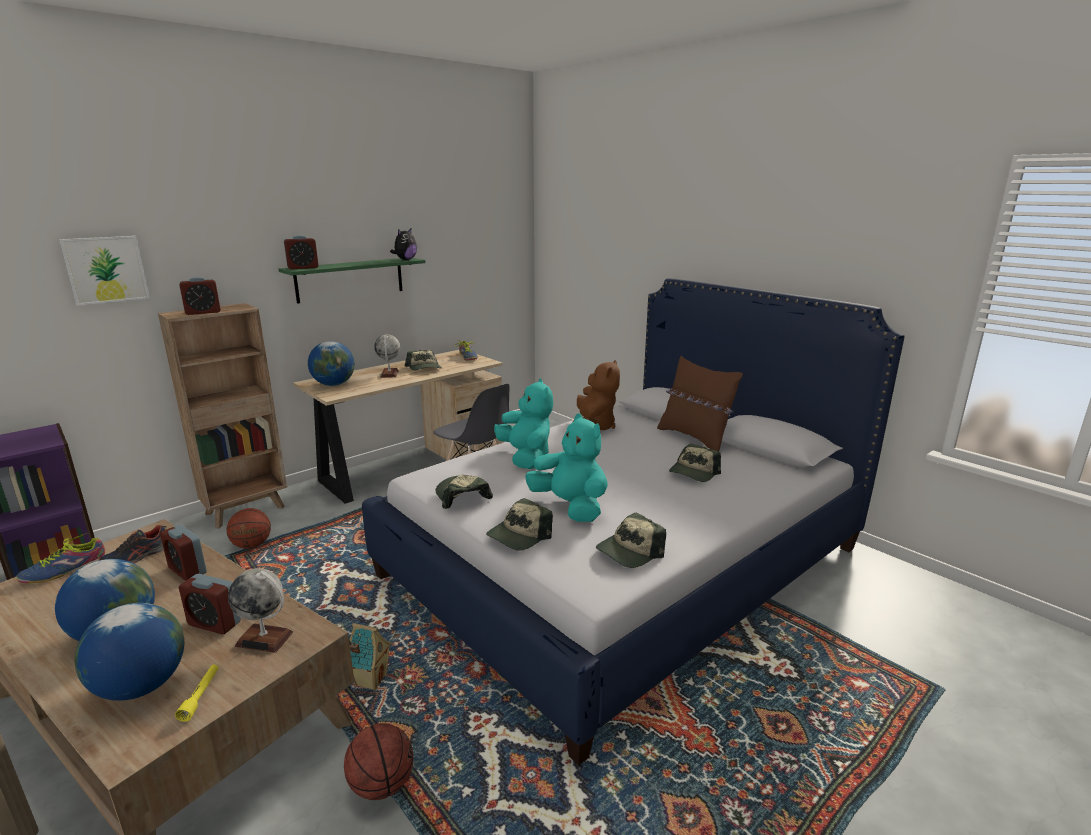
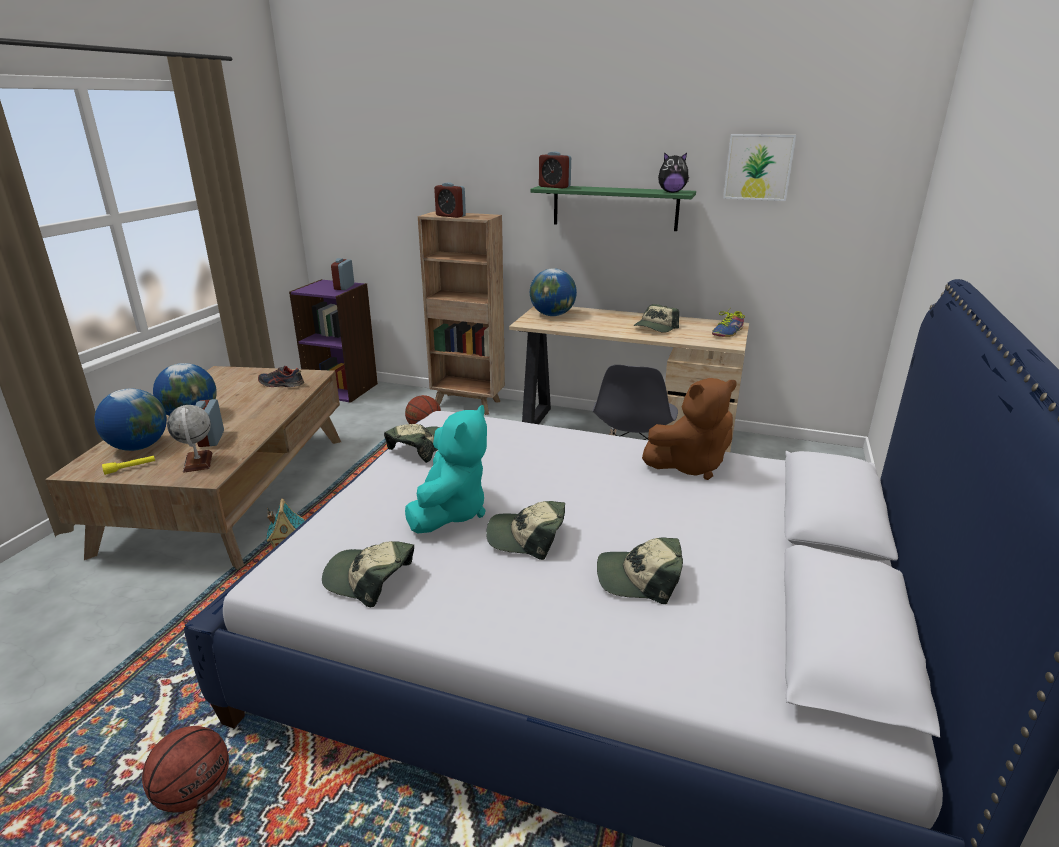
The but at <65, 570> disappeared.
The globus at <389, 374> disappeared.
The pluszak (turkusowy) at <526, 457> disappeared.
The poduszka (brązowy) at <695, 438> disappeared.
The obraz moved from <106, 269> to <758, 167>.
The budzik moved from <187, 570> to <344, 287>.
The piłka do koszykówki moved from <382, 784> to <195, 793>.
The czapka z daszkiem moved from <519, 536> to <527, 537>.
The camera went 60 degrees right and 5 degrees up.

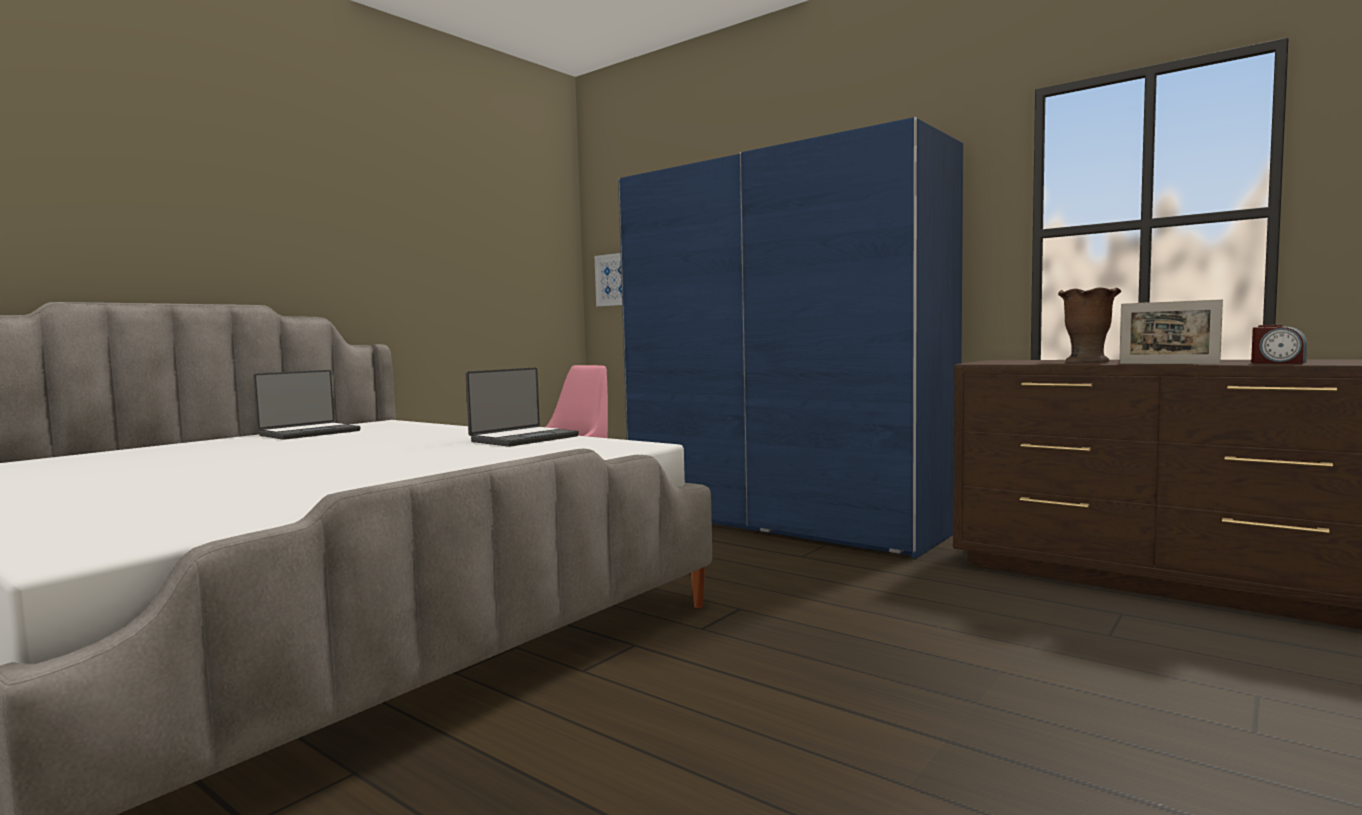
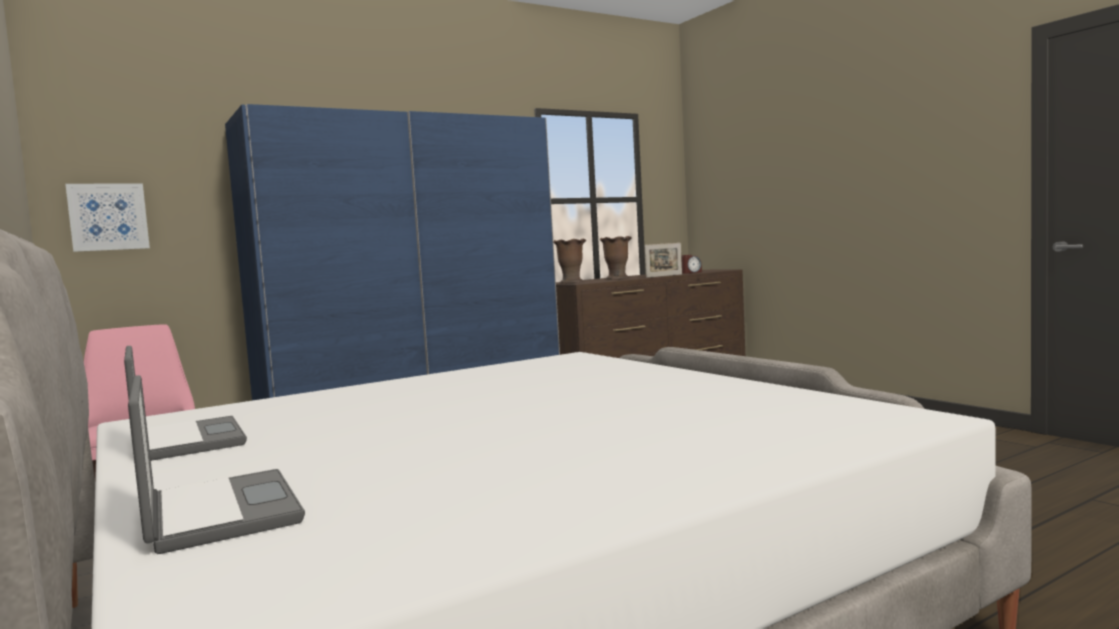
The wazon (brązowy) at <571, 282> appeared.
The laptop moved from <523, 439> to <217, 513>.
The camera went 70 degrees left and 0 degrees up.

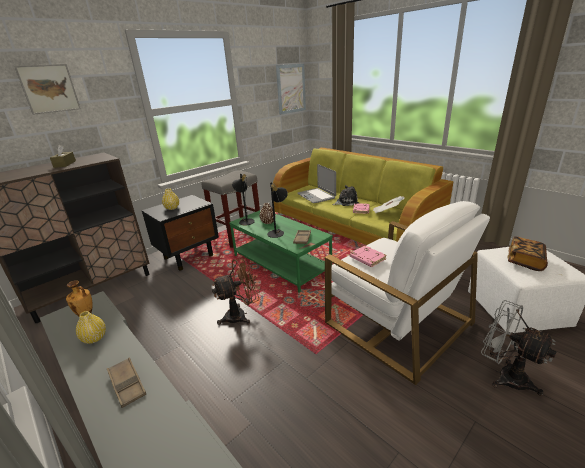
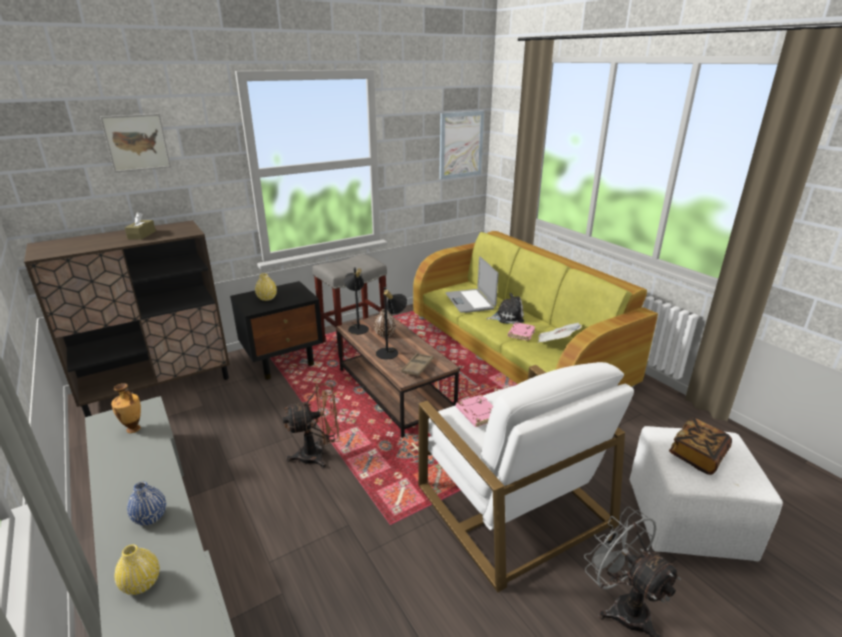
The wazon (żółty) moved from <94, 338> to <141, 583>.
The taca (brązowy) at <127, 384> was replaced by the wazon (niebieski) at <150, 517>.
The ława (zielony) at <281, 263> became the ława (brązowy) at <395, 392>.
The camera went 10 degrees right and 0 degrees up.

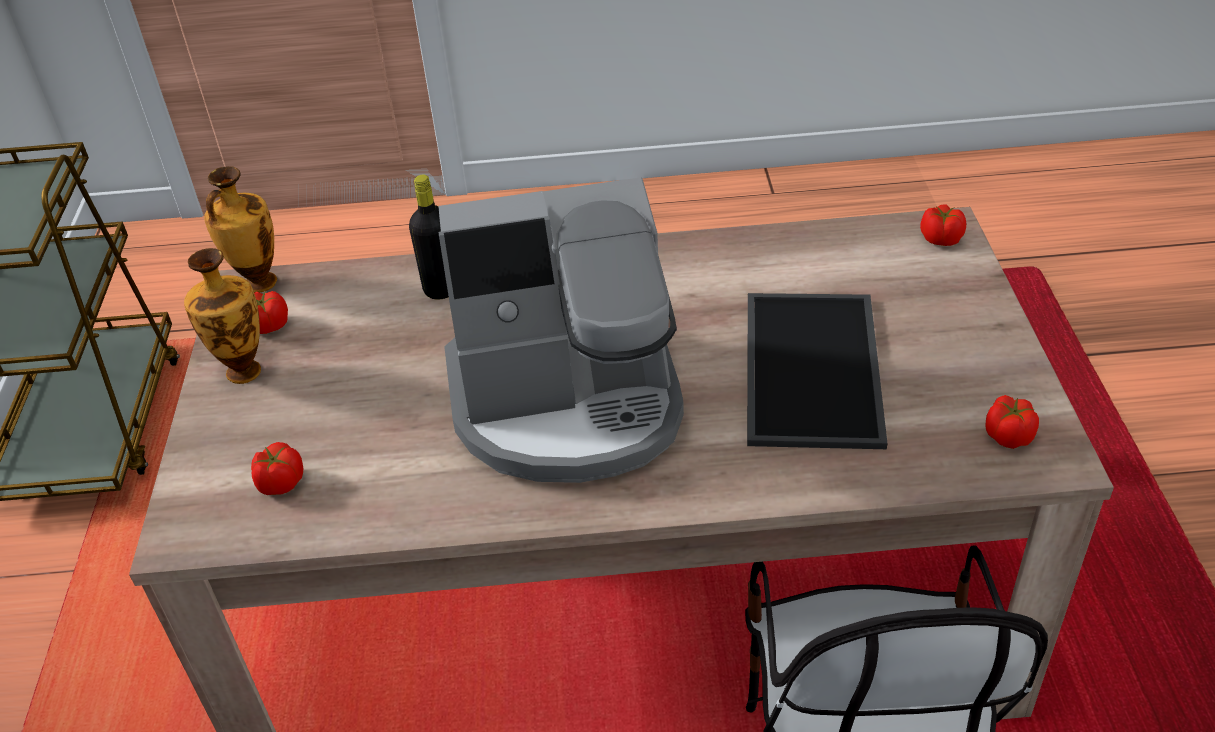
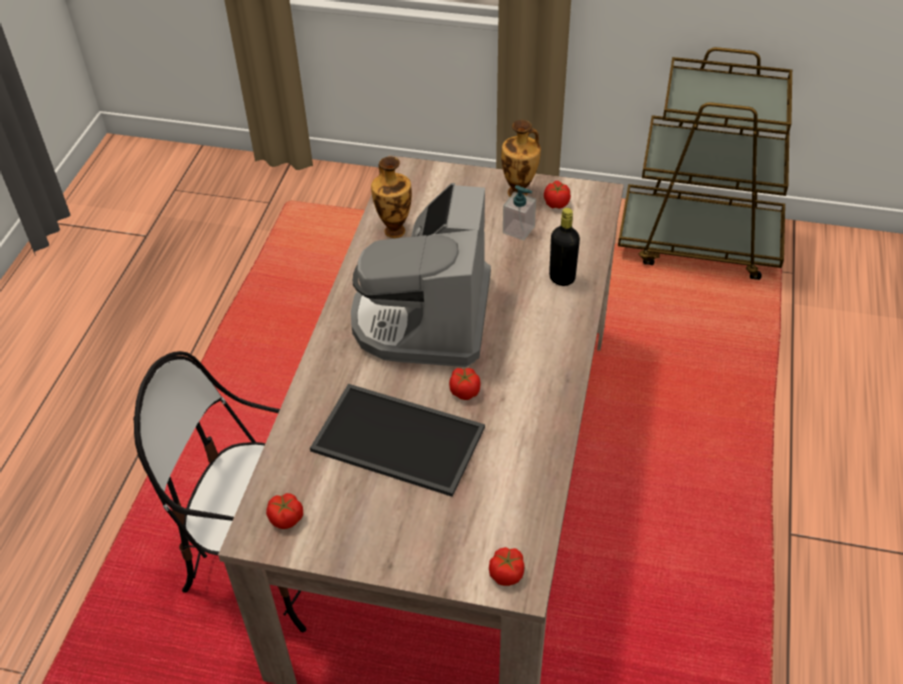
The dozownik mydła at <519, 230> appeared.
The wazon moved from <258, 283> to <394, 230>.
The pomidor moved from <281, 483> to <464, 391>.
The camera went 105 degrees right and 5 degrees up.

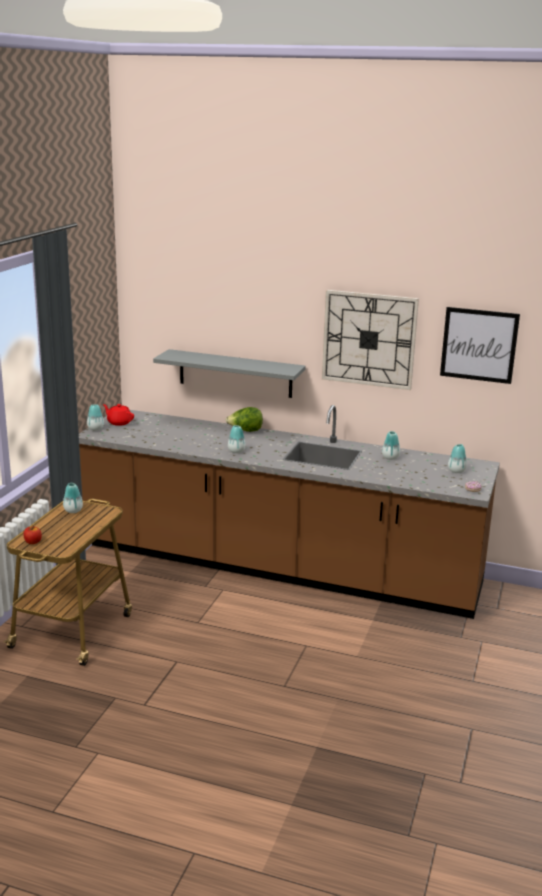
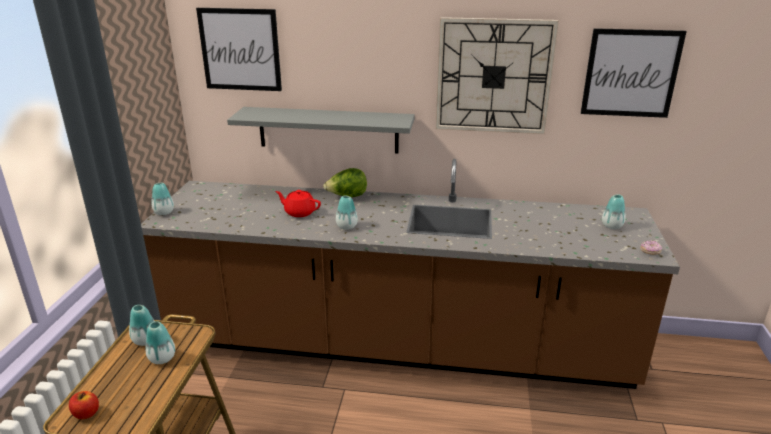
The obraz at <240, 50> appeared.
The imbryk (czerwony) moved from <119, 422> to <299, 212>.
The wazon moved from <390, 458> to <162, 358>.
The camera went 10 degrees left and 5 degrees up.

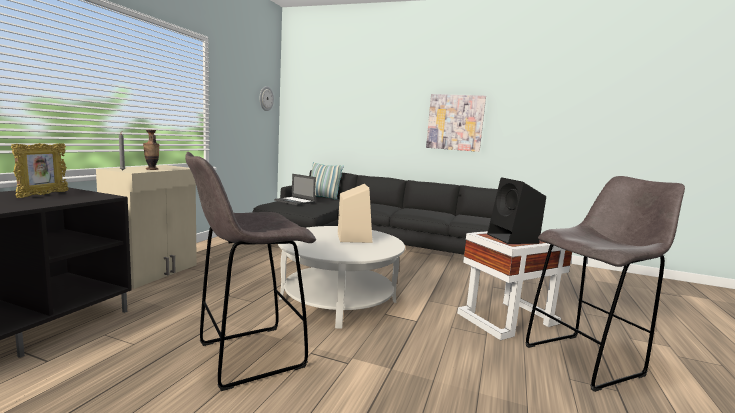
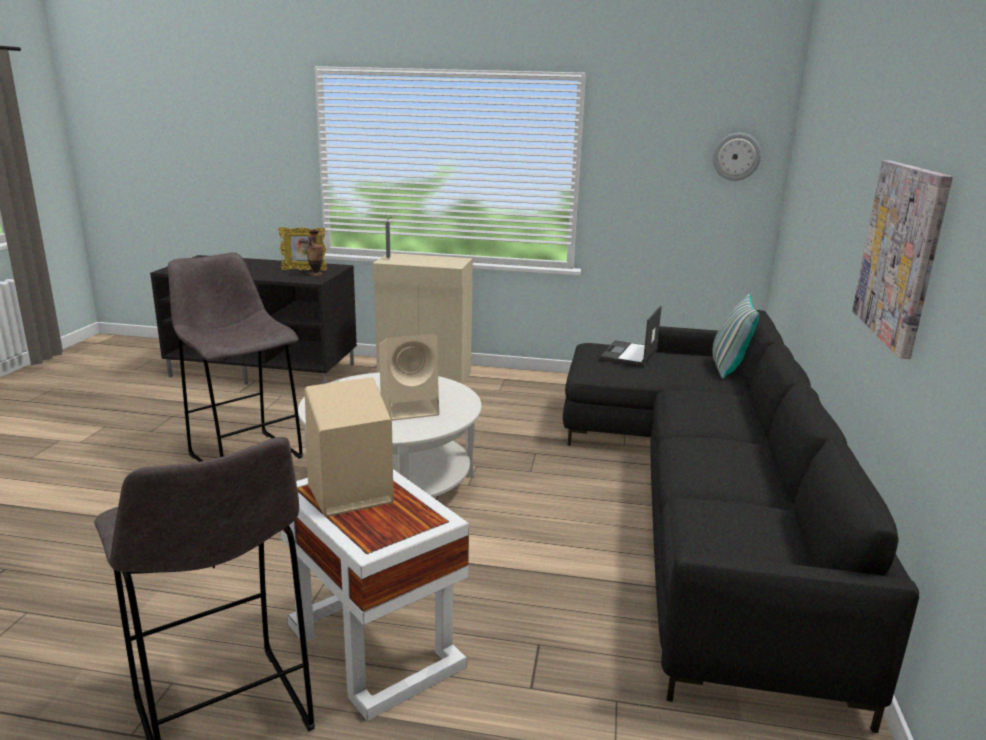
The wazon moved from <152, 169> to <315, 274>.
The głośnik (czarny) at <513, 239> became the głośnik (beżowy) at <347, 494>.
The camera went 80 degrees right and 10 degrees up.

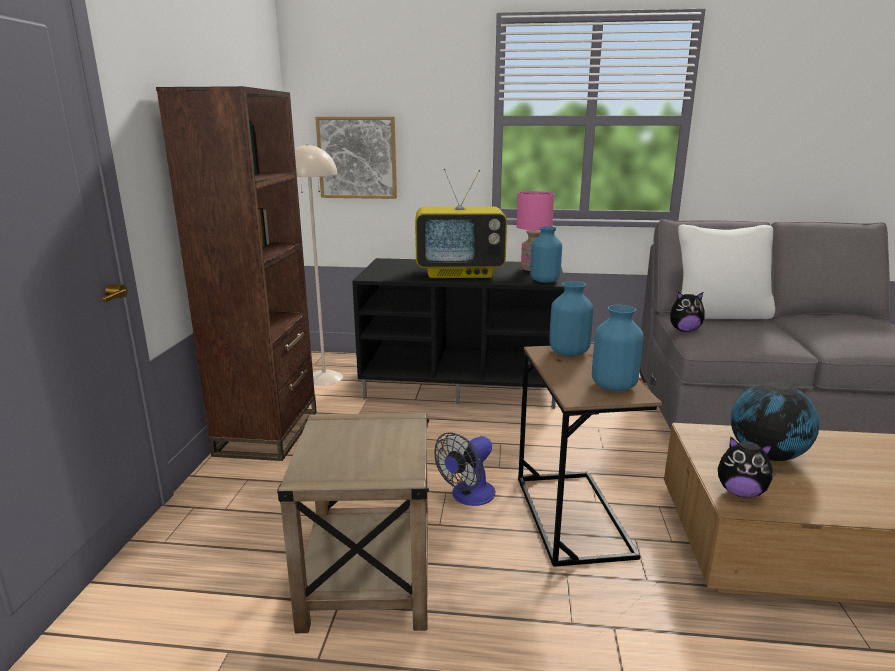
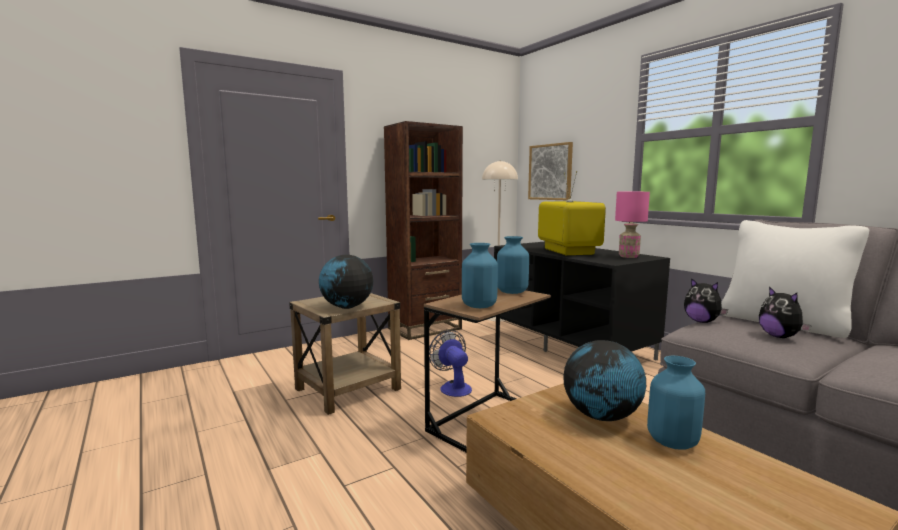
The globus at <347, 307> appeared.
The wazon (niebieski) moved from <544, 281> to <672, 442>.
The pluszak moved from <740, 492> to <780, 337>.
The telewizor at <460, 273> turned 150 degrees counterclockwise.
The wentylator at <468, 496> turned 60 degrees clockwise.
The camera went 50 degrees right and 10 degrees down.

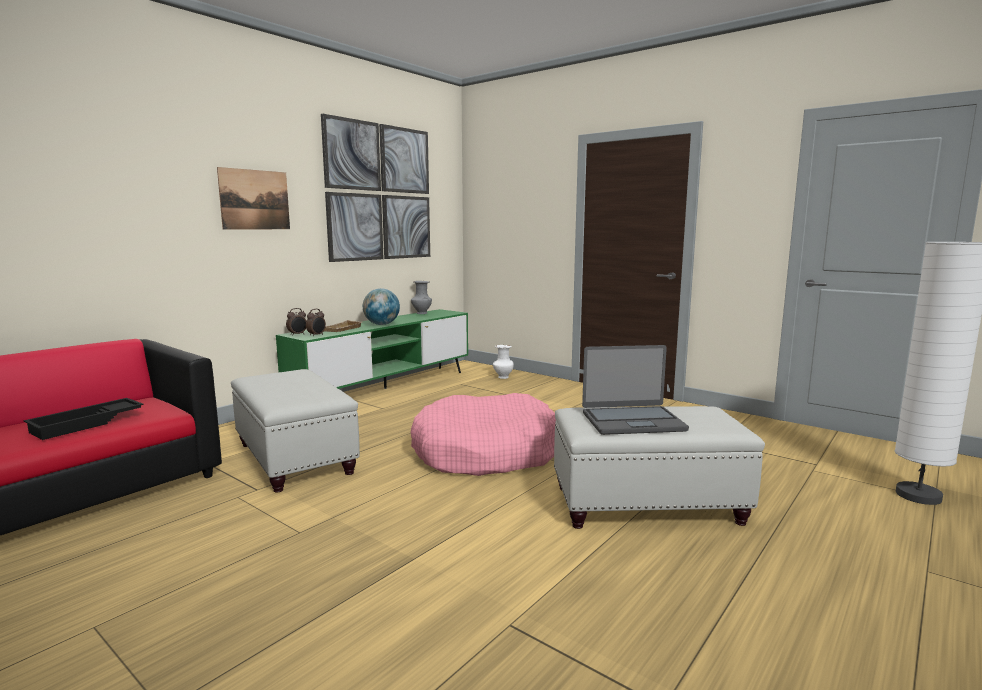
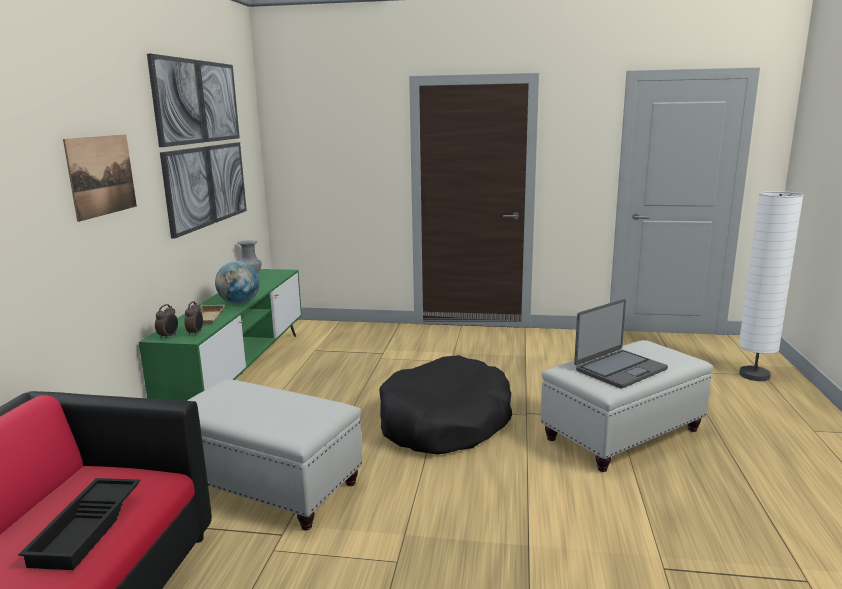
The wazon (biały) at <502, 377> disappeared.
The legowisko (różowy) at <485, 452> became the legowisko (czarny) at <444, 422>.
The camera went 30 degrees left and 5 degrees up.

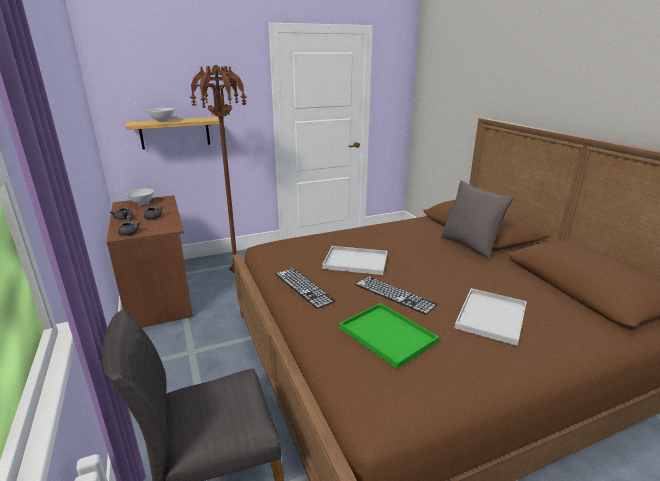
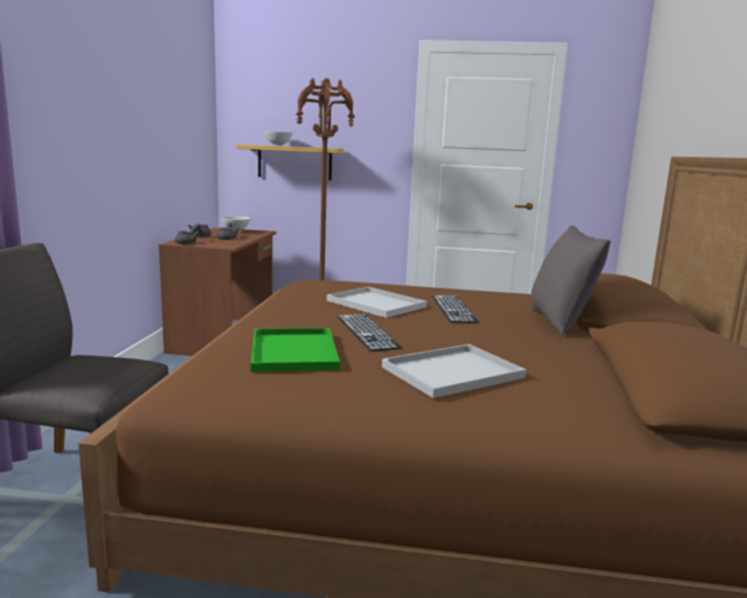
The klawiatura moved from <304, 287> to <453, 308>.
The camera went 30 degrees right and 10 degrees down.

